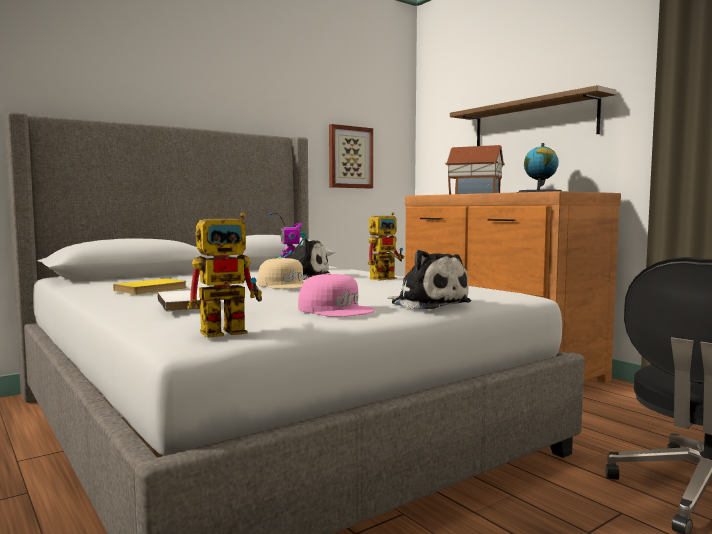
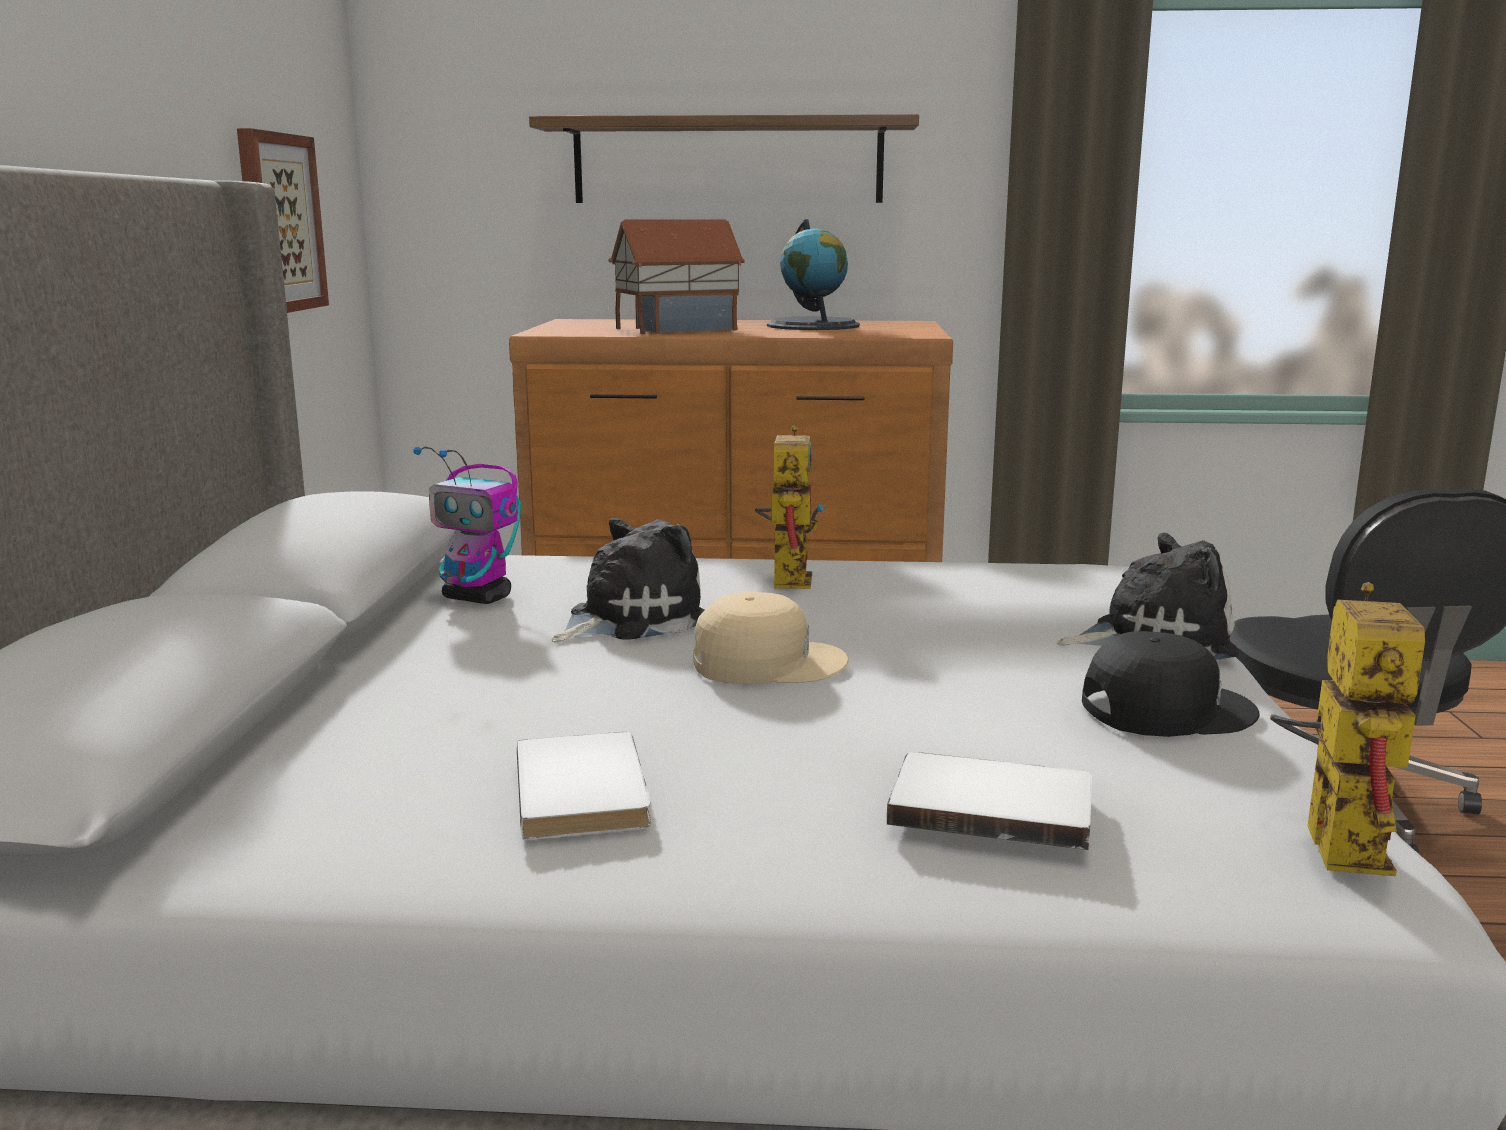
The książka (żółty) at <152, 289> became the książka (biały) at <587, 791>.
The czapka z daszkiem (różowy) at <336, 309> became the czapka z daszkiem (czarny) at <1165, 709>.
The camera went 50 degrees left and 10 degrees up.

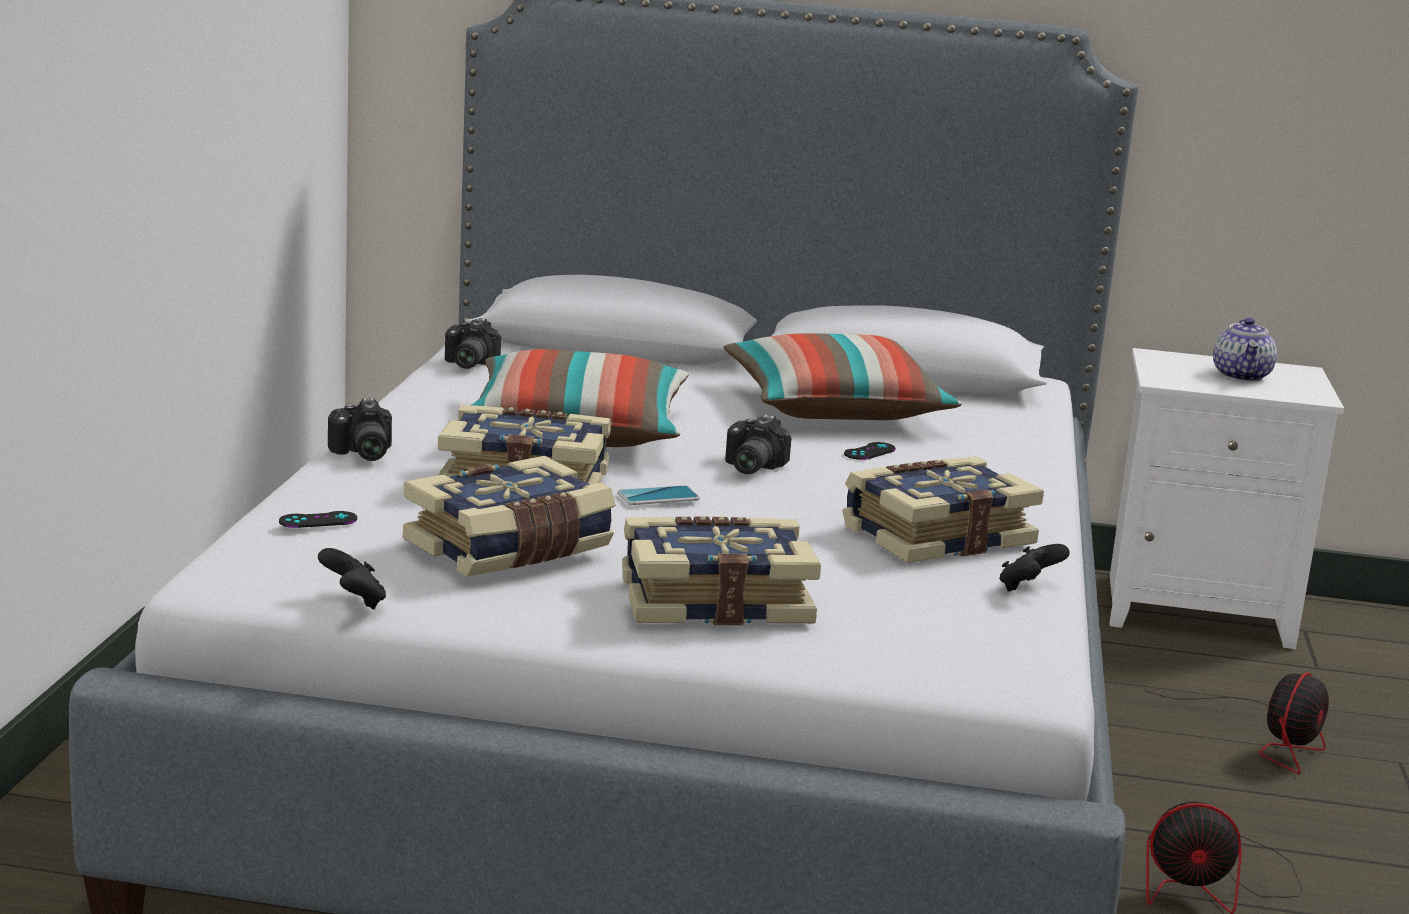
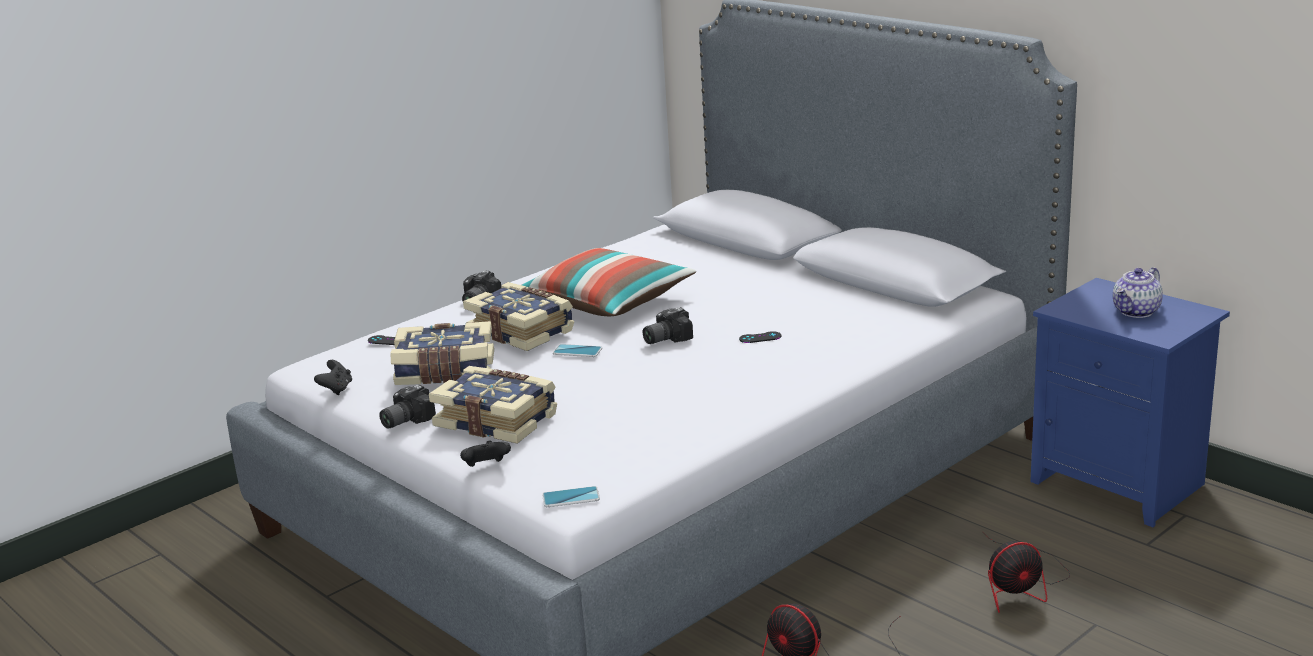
The poduszka at <835, 410> disappeared.
The książka at <935, 536> disappeared.
The telefon at <571, 498> appeared.
The aparat fotograficzny moved from <466, 364> to <404, 420>.
The pad do gier (czarny) moved from <1028, 589> to <486, 467>.
The szafka nocna (biały) at <1199, 610> became the szafka nocna (niebieski) at <1121, 483>.
The camera went 40 degrees right and 5 degrees up.

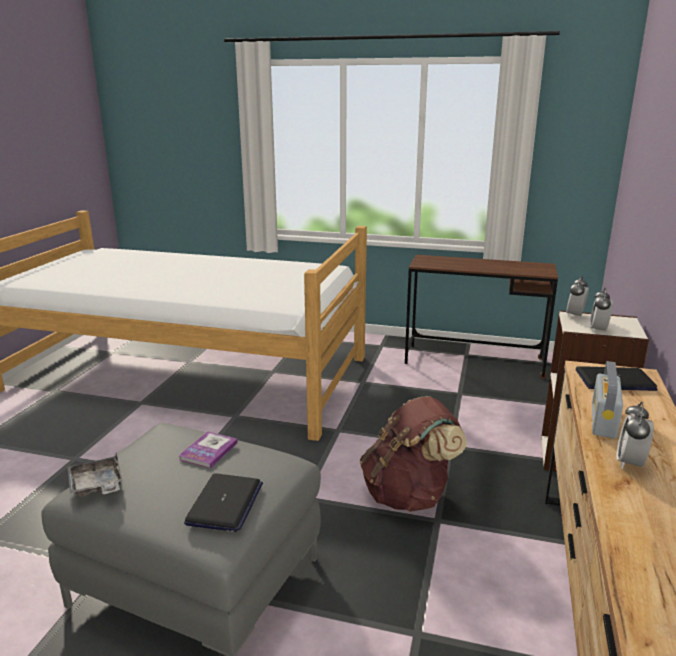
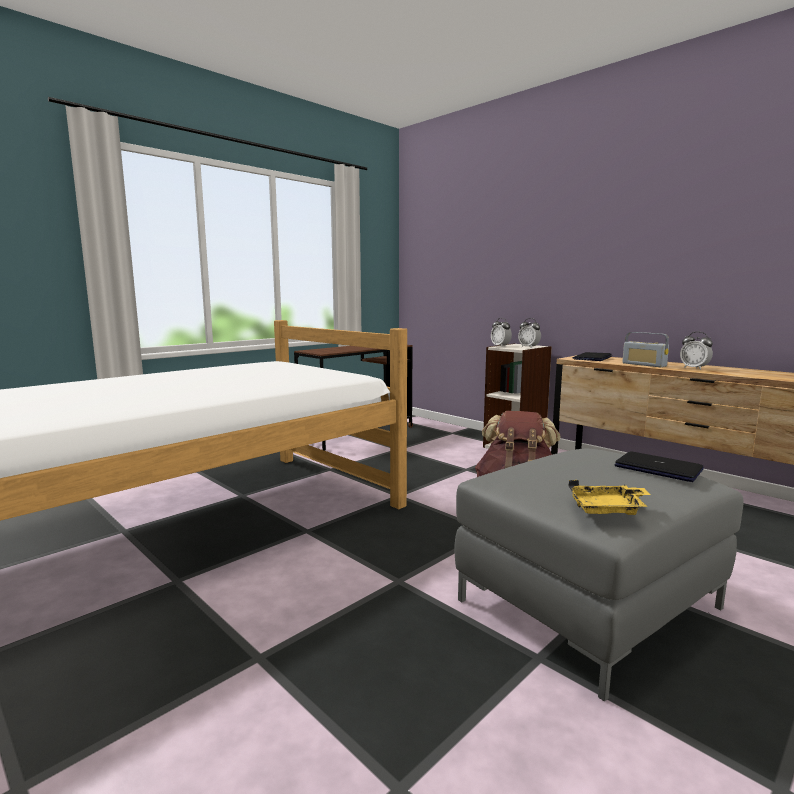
The książka at <208, 451> disappeared.
The taca (szary) at <97, 485> became the taca (żółty) at <608, 509>.
The camera went 60 degrees left and 10 degrees down.

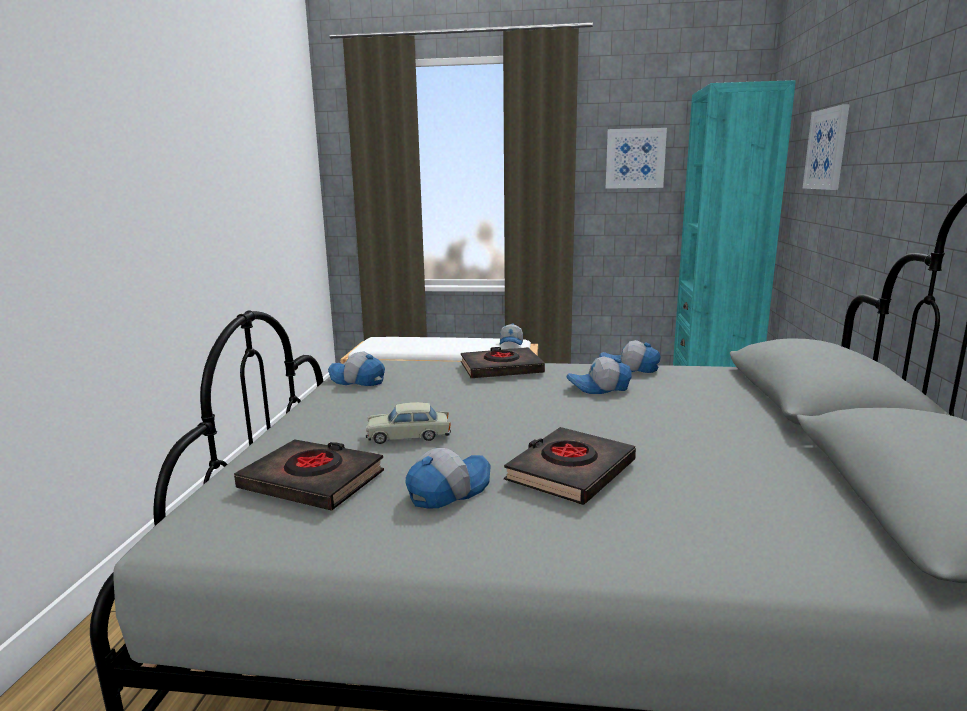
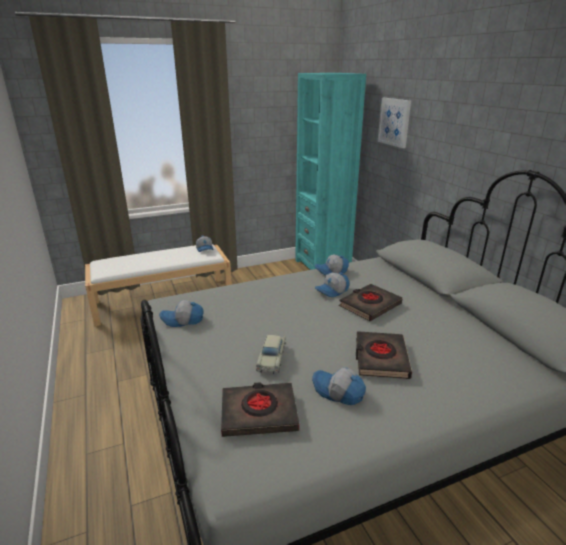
The obraz at <635, 158> disappeared.
The książka (czarny) moved from <501, 369> to <369, 305>.
The samochodzik (beżowy) at <408, 436> turned 45 degrees counterclockwise.
The czapka z daszkiem at <448, 490> turned 75 degrees counterclockwise.
The camera went 30 degrees left and 10 degrees up.

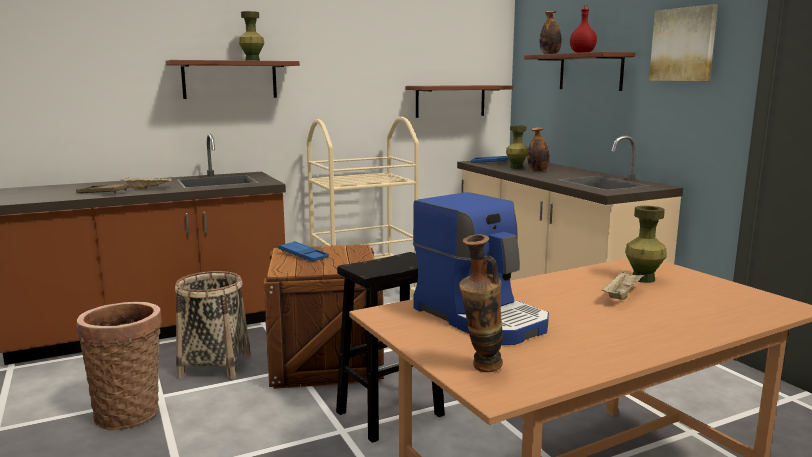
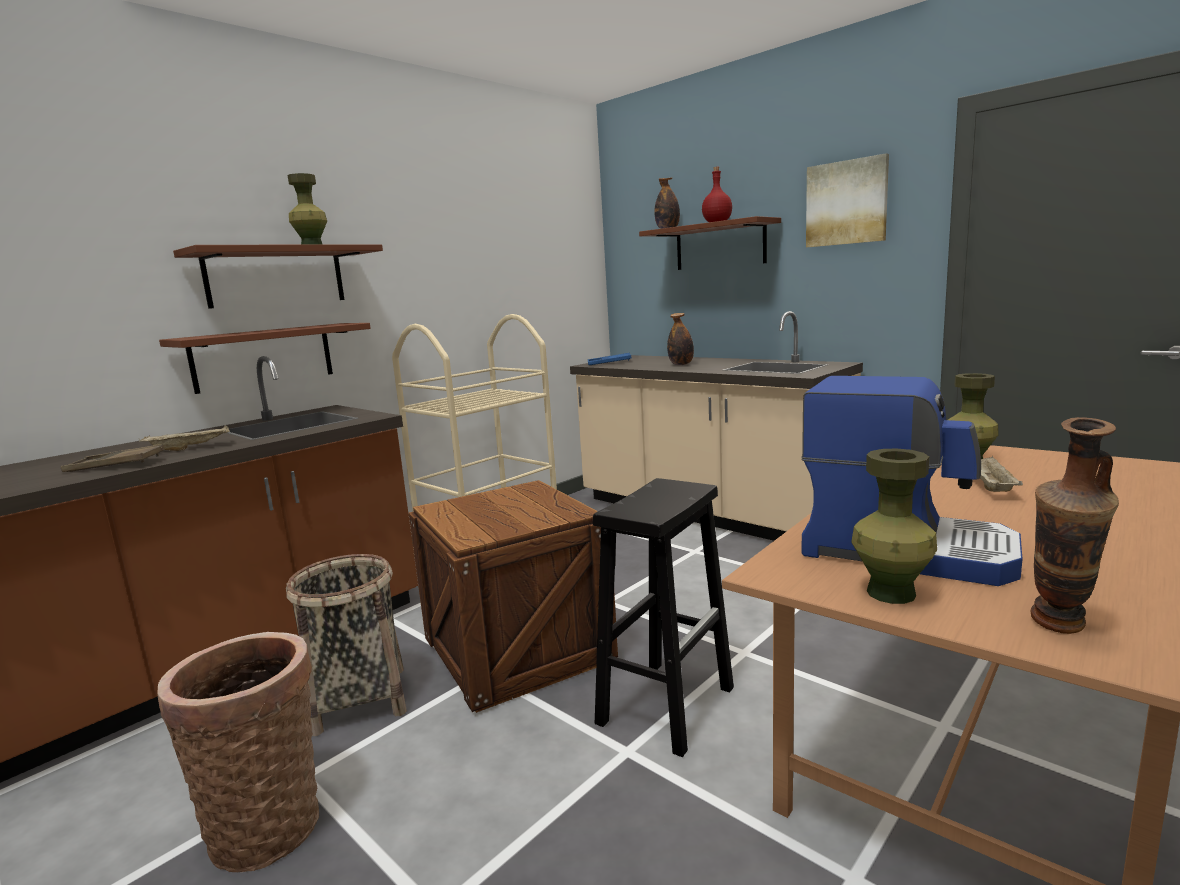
The taca (niebieski) at <303, 255> disappeared.
The półka (brązowy) moved from <450, 101> to <263, 357>.
The wazon (zielony) moved from <516, 168> to <891, 593>.
The camera went 20 degrees left and 0 degrees up.

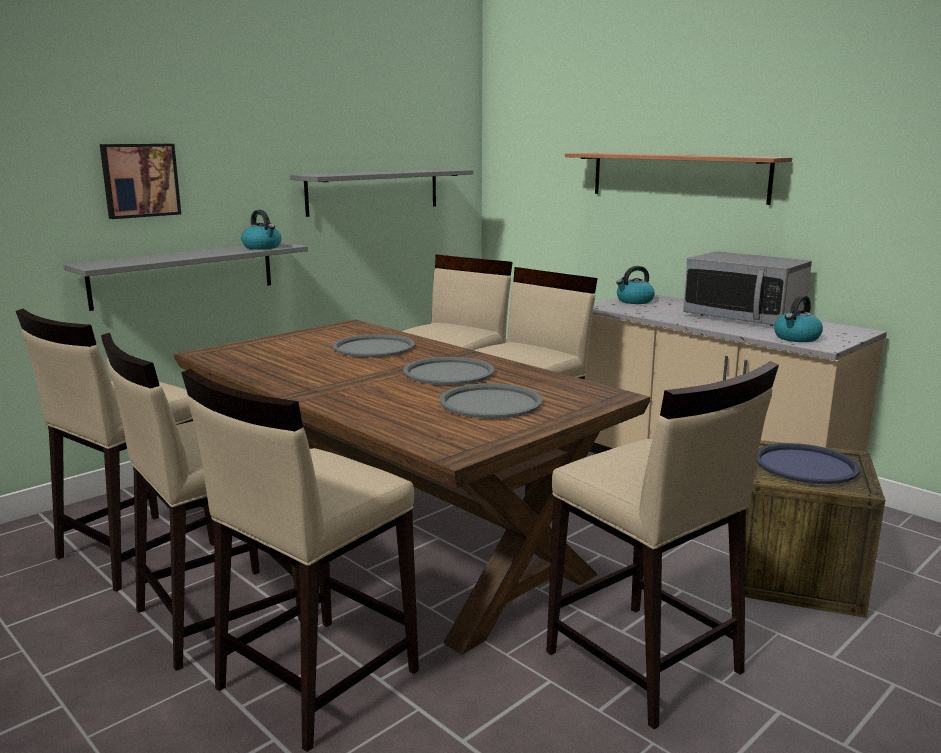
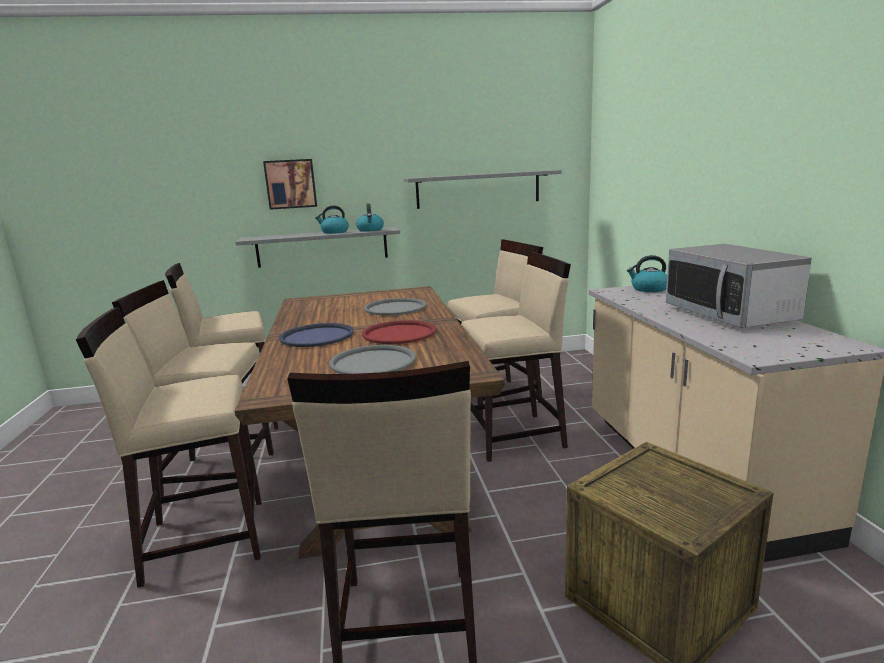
The półka at <677, 177> disappeared.
The taca (niebieski) moved from <805, 465> to <317, 336>.
The czajnik moved from <796, 338> to <334, 232>.
The taca (szary) at <448, 373> became the taca (czerwony) at <399, 333>.
The camera went 35 degrees right and 0 degrees up.

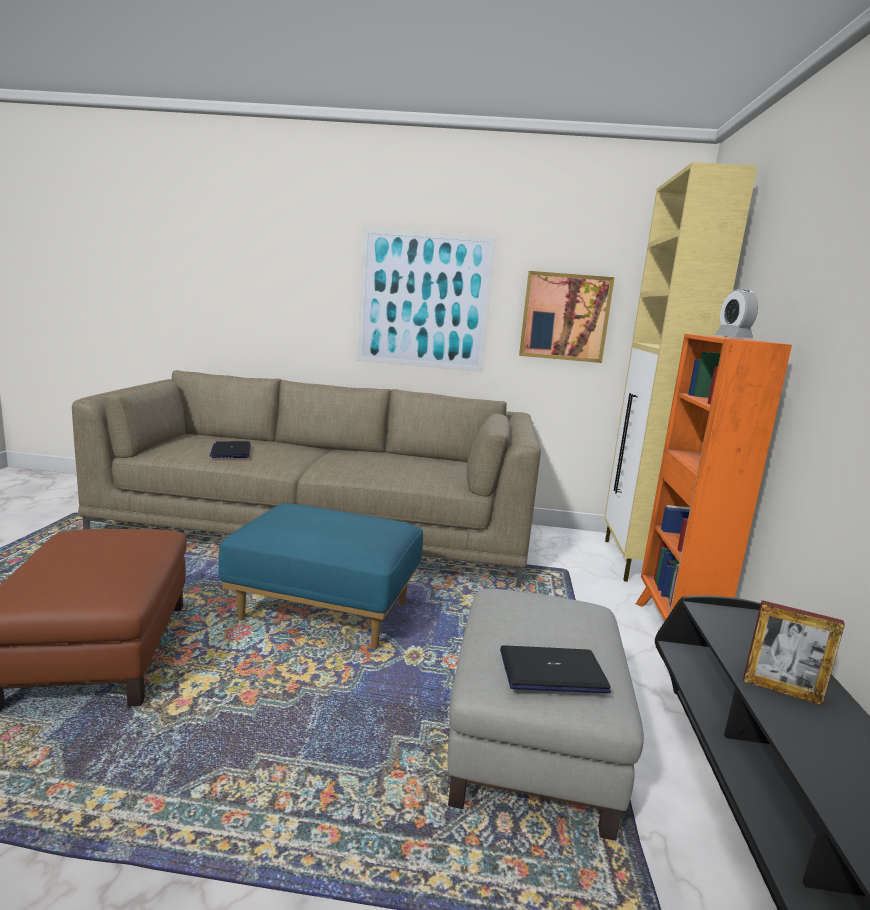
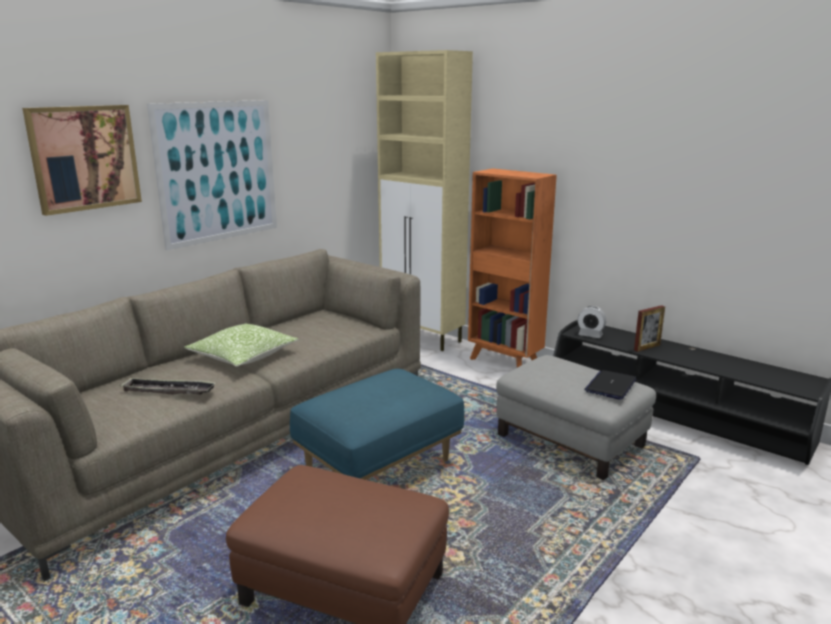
The poduszka at <243, 357> appeared.
The obraz moved from <565, 317> to <84, 158>.
The budzik moved from <733, 338> to <590, 335>.
The laptop at <231, 451> was replaced by the taca at <168, 391>.
The camera went 55 degrees left and 5 degrees up.

